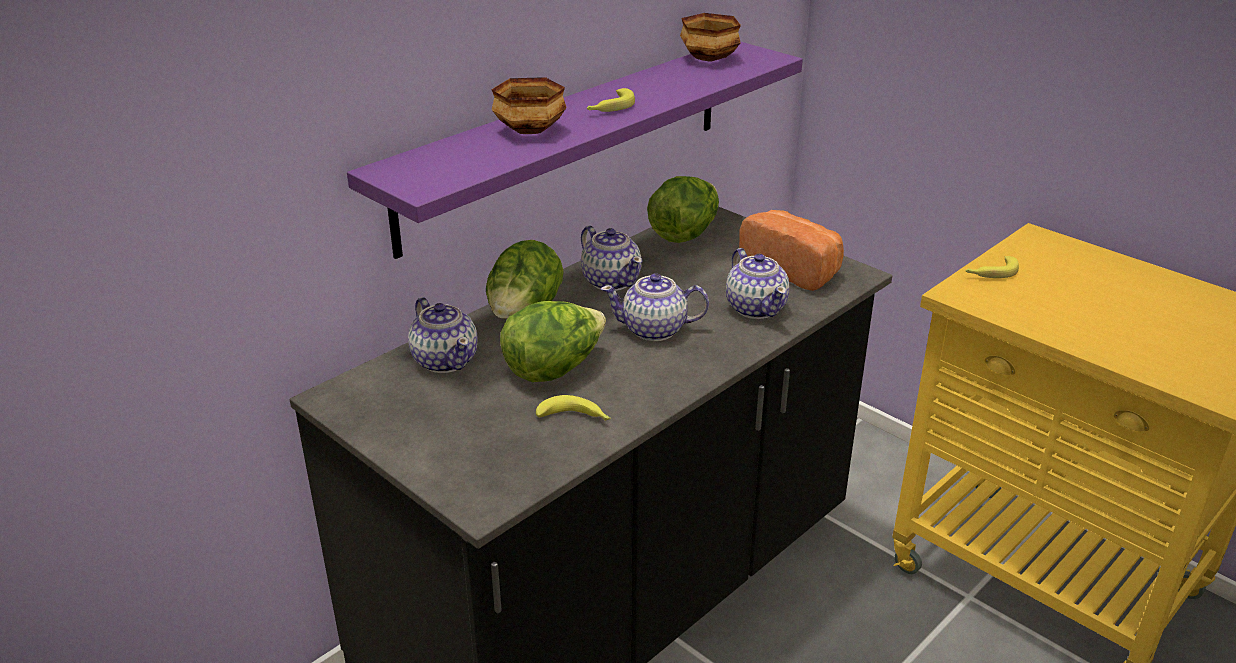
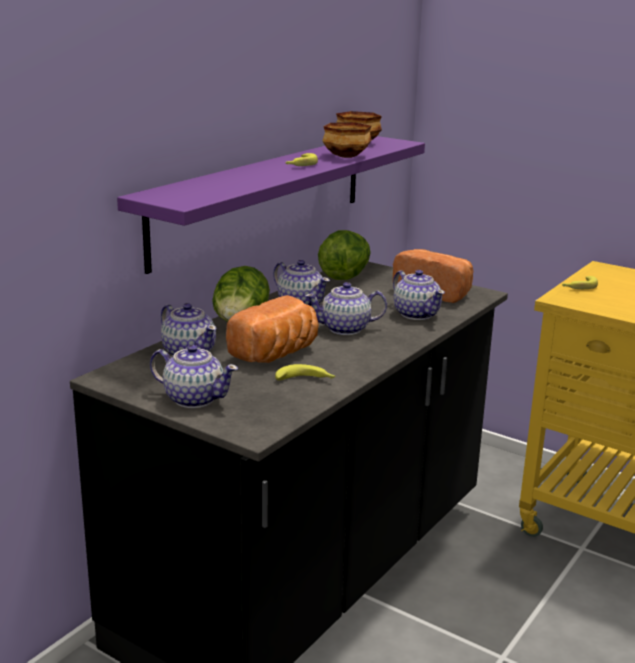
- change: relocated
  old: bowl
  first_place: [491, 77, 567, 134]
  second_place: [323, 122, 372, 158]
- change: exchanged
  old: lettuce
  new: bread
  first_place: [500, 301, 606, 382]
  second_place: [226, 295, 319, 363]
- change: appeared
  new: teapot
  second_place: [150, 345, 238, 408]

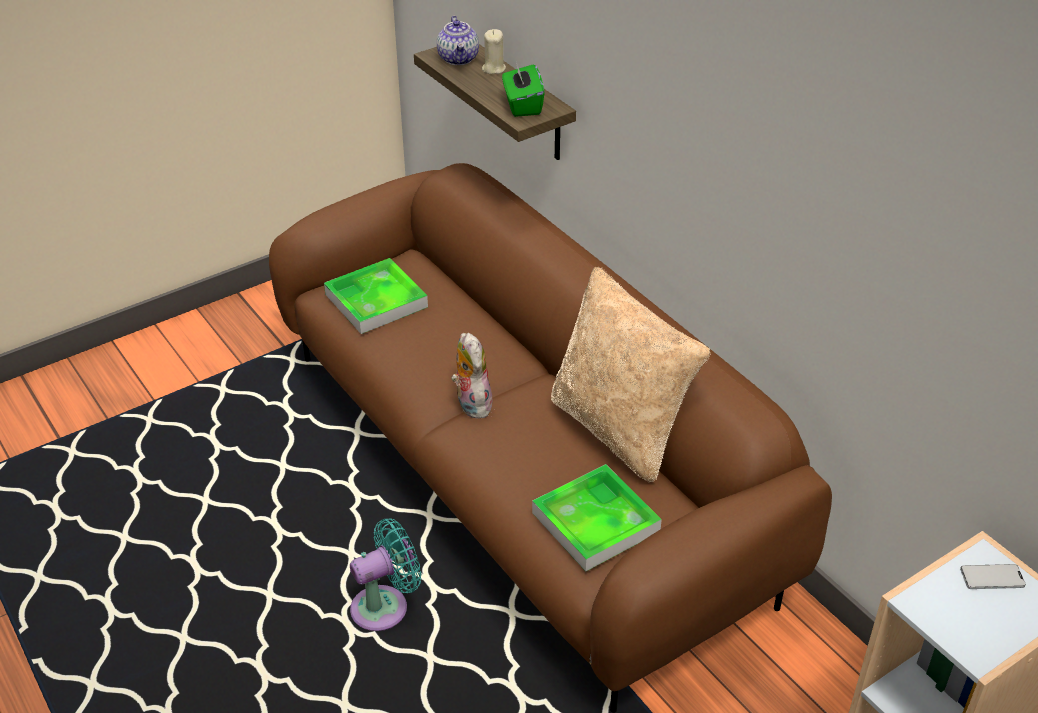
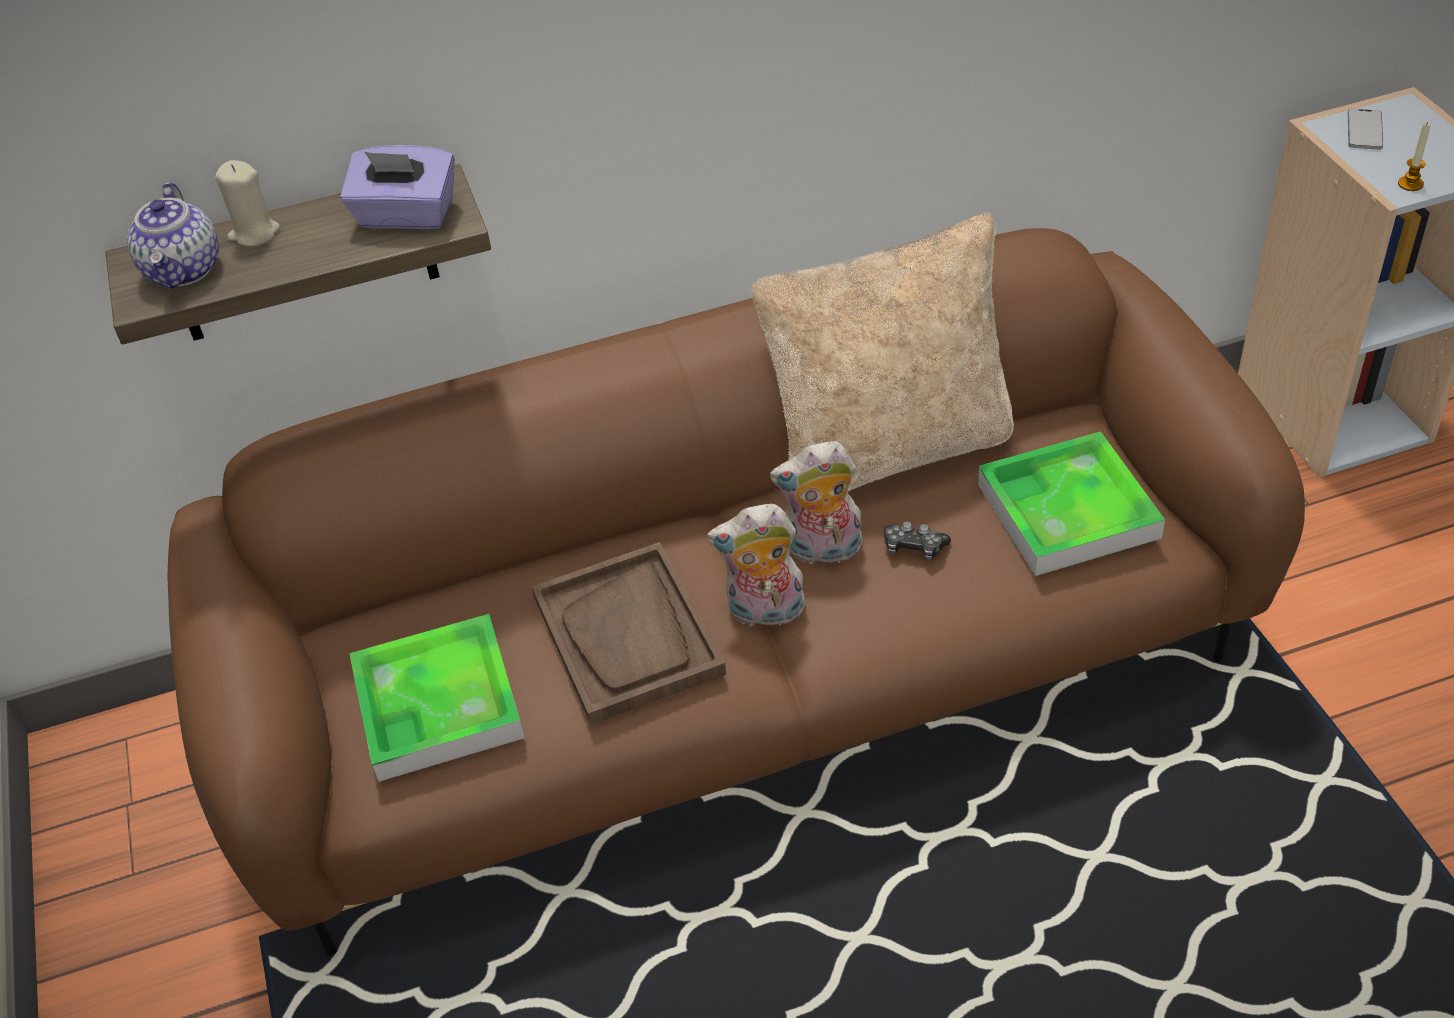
- change: spun
  old: teapot
  first_place: [437, 16, 479, 65]
  second_place: [127, 182, 219, 289]
  degrees: 75
- change: colour
  old: green tissue box
  new: purple tissue box
  first_place: [502, 62, 545, 117]
  second_place: [340, 145, 455, 229]
- change: missing
  old: turquoise fan
  first_place: [350, 518, 421, 631]
- change: appeared
  new: candle
  second_place: [1398, 122, 1430, 191]
- change: appeared
  new: plush toy
  second_place: [770, 441, 862, 564]
- change: appeared
  new: game controller
  second_place: [884, 521, 951, 561]
- change: appeared
  new: brown tray
  second_place: [532, 542, 726, 725]

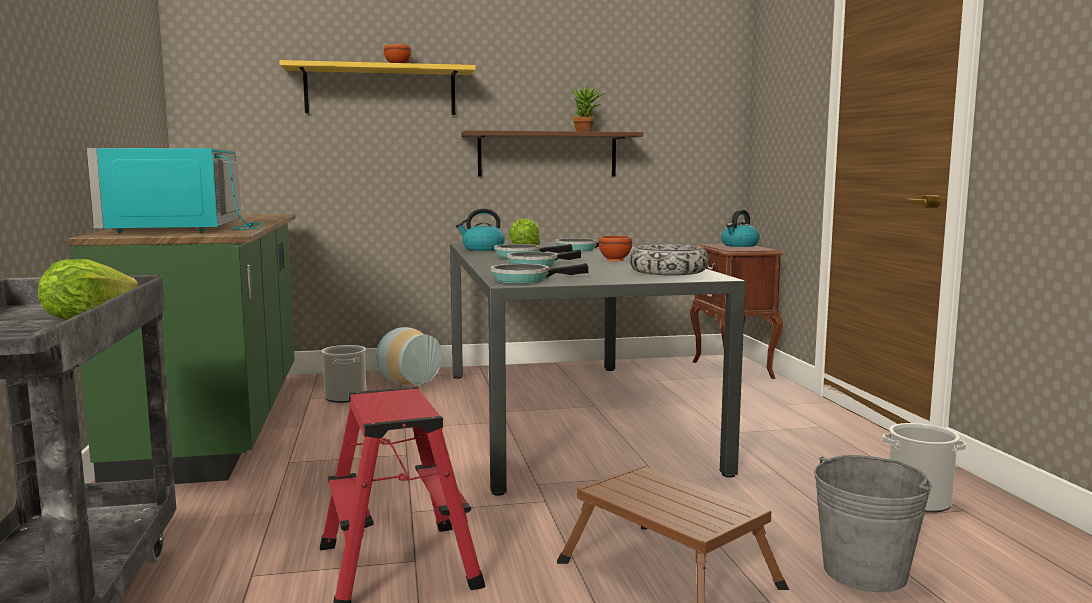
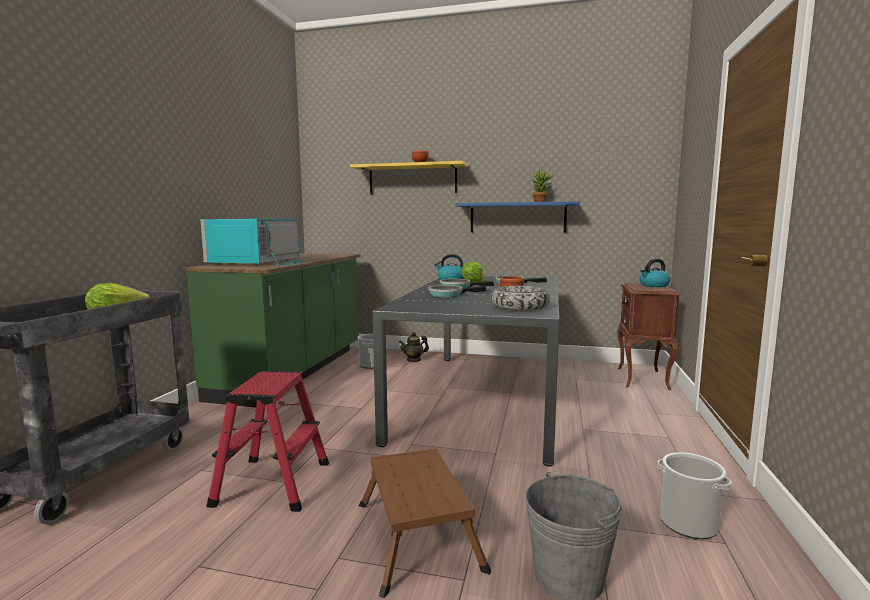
- change: colour
  old: brown shelf
  new: blue shelf
  first_place: [461, 130, 643, 176]
  second_place: [455, 201, 580, 232]
- change: missing
  old: frying pan
  first_place: [491, 263, 588, 284]
- change: exchanged
  old: vase
  new: teapot
  first_place: [376, 327, 442, 385]
  second_place: [399, 332, 429, 362]

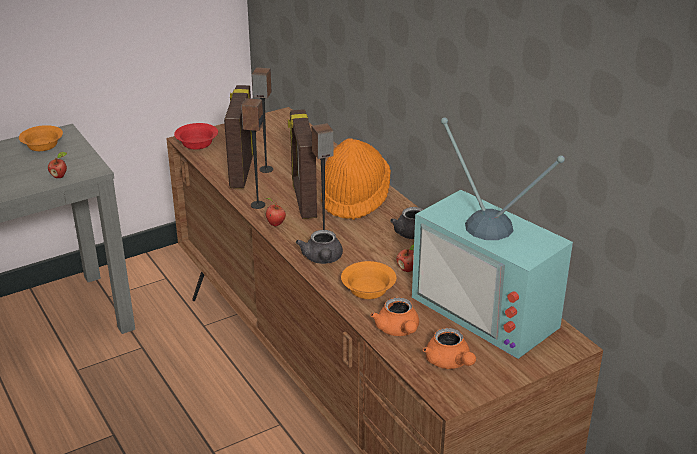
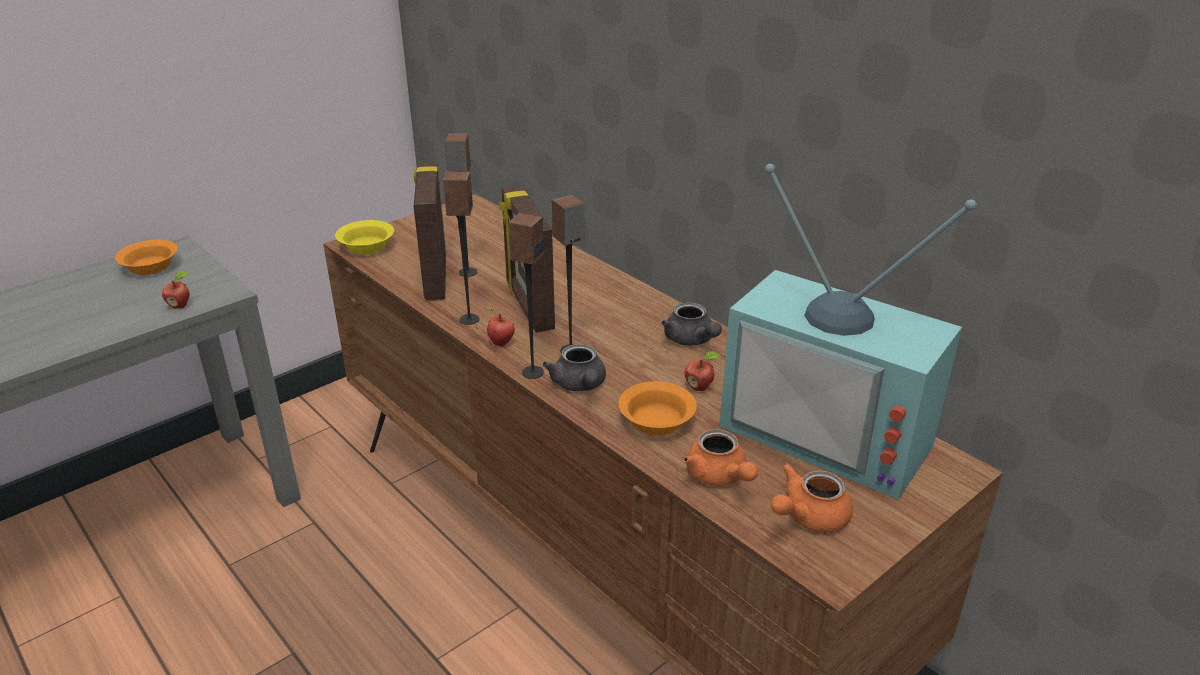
- change: colour
  old: red bowl
  new: yellow bowl
  first_place: [174, 123, 218, 149]
  second_place: [335, 220, 394, 255]
- change: missing
  old: orange hat
  first_place: [321, 138, 391, 220]
- change: spun
  old: orange teapot
  first_place: [423, 328, 476, 369]
  second_place: [771, 463, 853, 532]
  degrees: 90
- change: appeared
  new: speaker
  second_place: [508, 213, 544, 379]

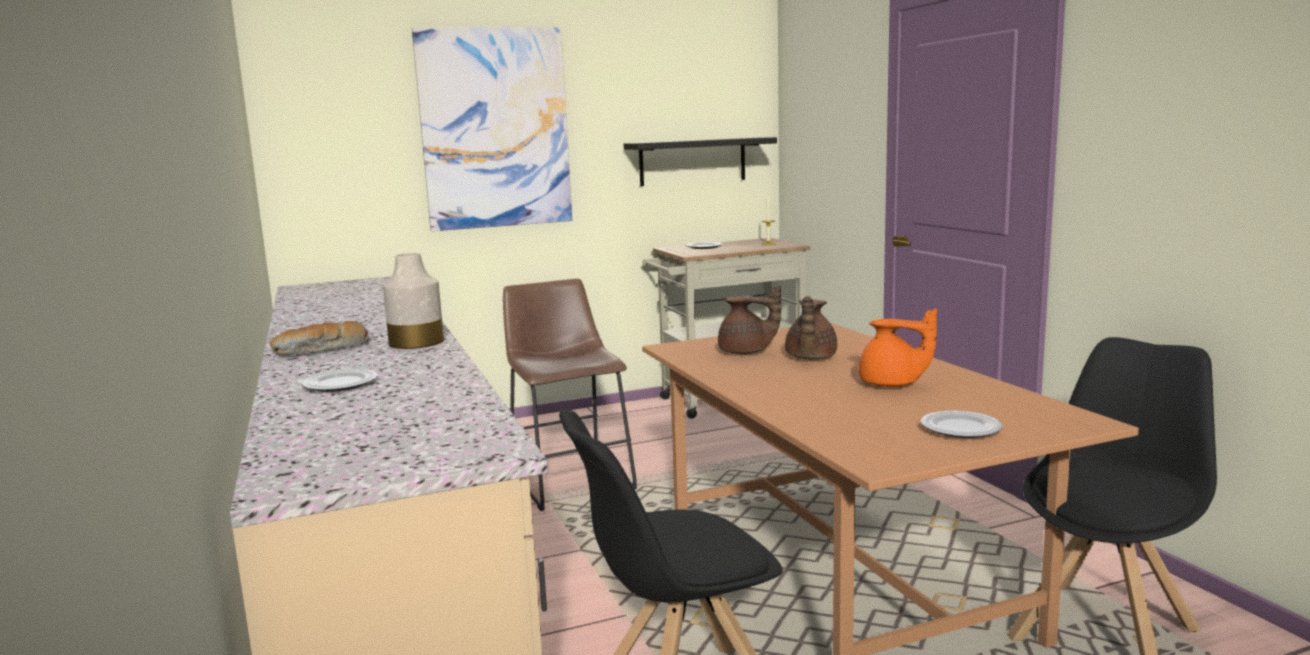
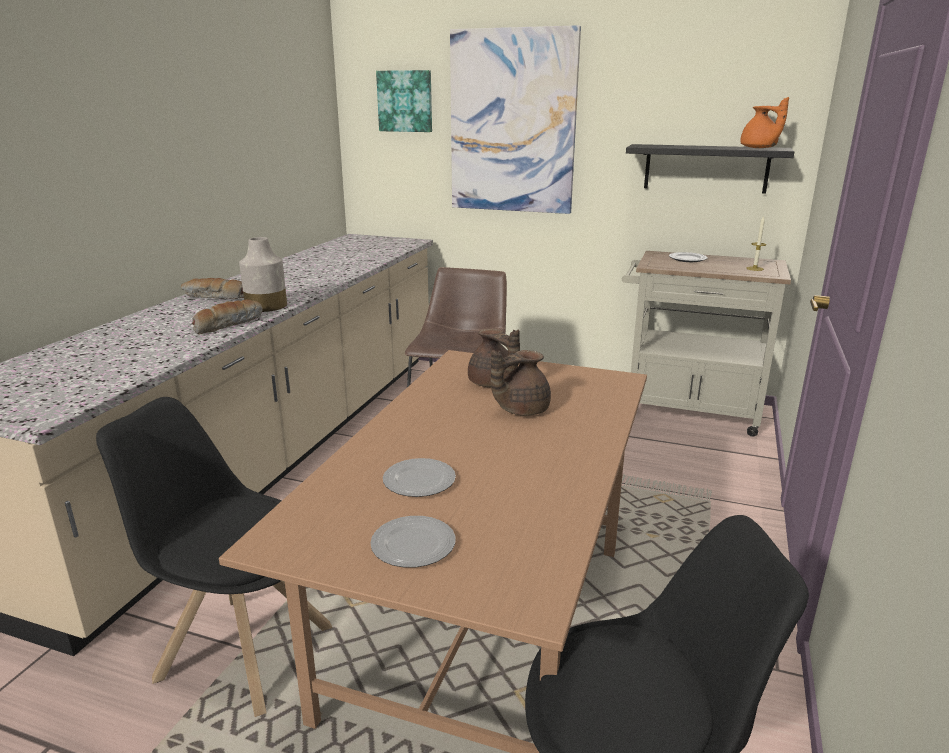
- change: relocated
  old: orange teapot
  first_place: [859, 308, 937, 387]
  second_place: [740, 97, 789, 148]
- change: relocated
  old: plate
  first_place: [301, 369, 377, 392]
  second_place: [383, 458, 456, 497]
- change: appeared
  new: picture
  second_place: [376, 70, 432, 132]
- change: appeared
  new: bread
  second_place: [192, 299, 263, 335]

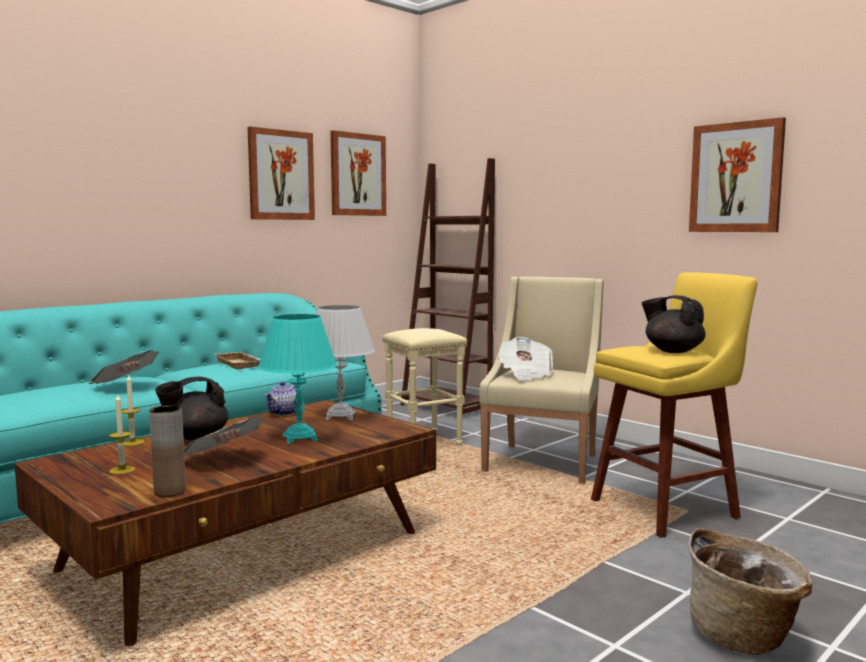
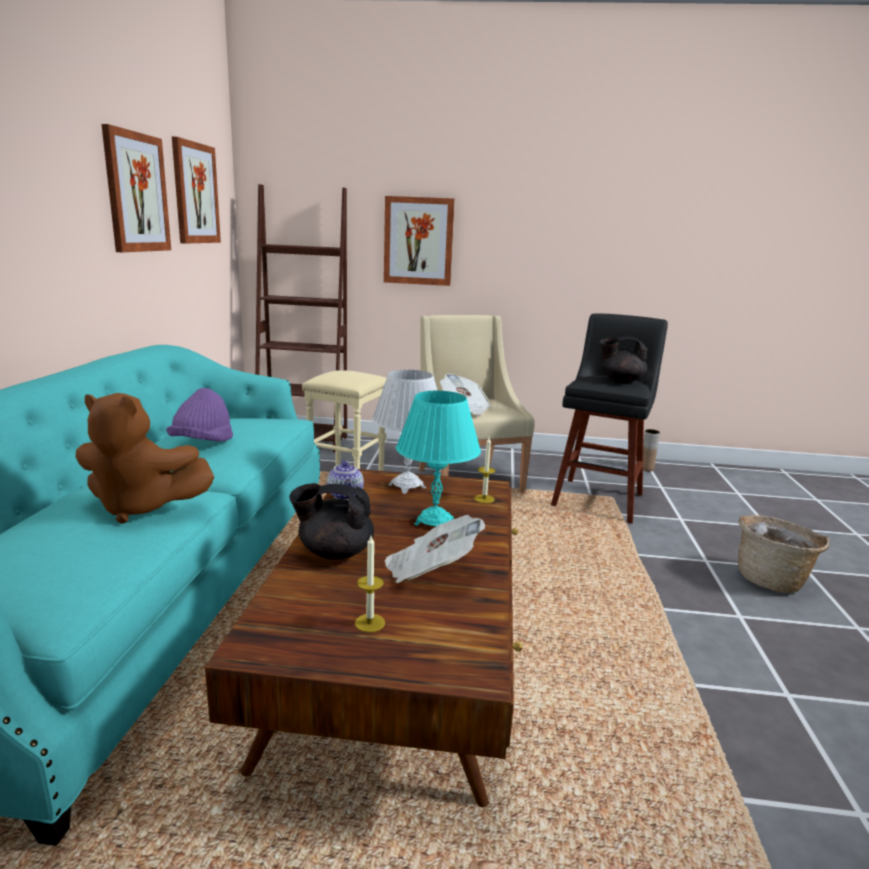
- change: relocated
  old: picture
  first_place: [689, 117, 786, 232]
  second_place: [384, 196, 455, 286]
- change: colour
  old: yellow stool
  new: black stool
  first_place: [591, 272, 757, 538]
  second_place: [551, 313, 668, 524]
- change: exchanged
  old: newspaper
  new: brown plush toy
  first_place: [89, 350, 160, 384]
  second_place: [75, 393, 214, 524]
- change: exchanged
  old: beige tray
  new: purple hat
  first_place: [214, 351, 260, 370]
  second_place: [166, 388, 233, 442]
- change: relocated
  old: candle
  first_place: [122, 374, 144, 446]
  second_place: [474, 438, 495, 503]
- change: spun
  old: black teapot
  first_place: [155, 377, 228, 440]
  second_place: [289, 483, 374, 560]
  degrees: 75
- change: relocated
  old: brown vase
  first_place: [149, 405, 186, 497]
  second_place: [643, 429, 660, 471]

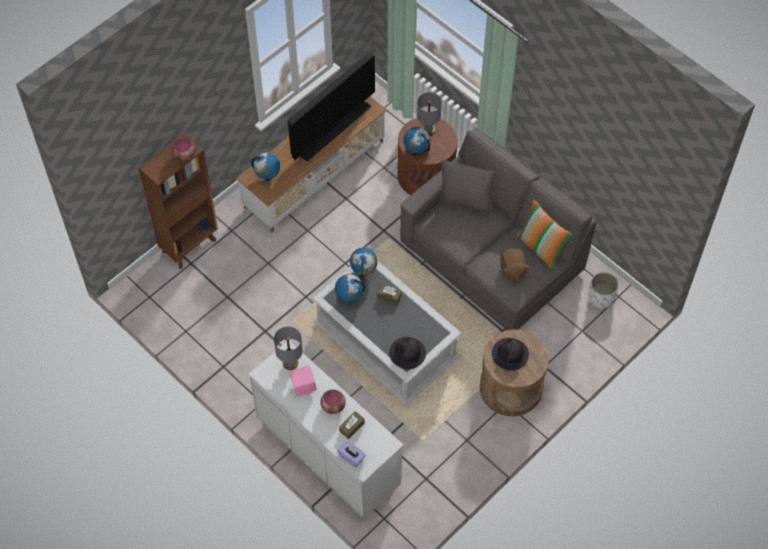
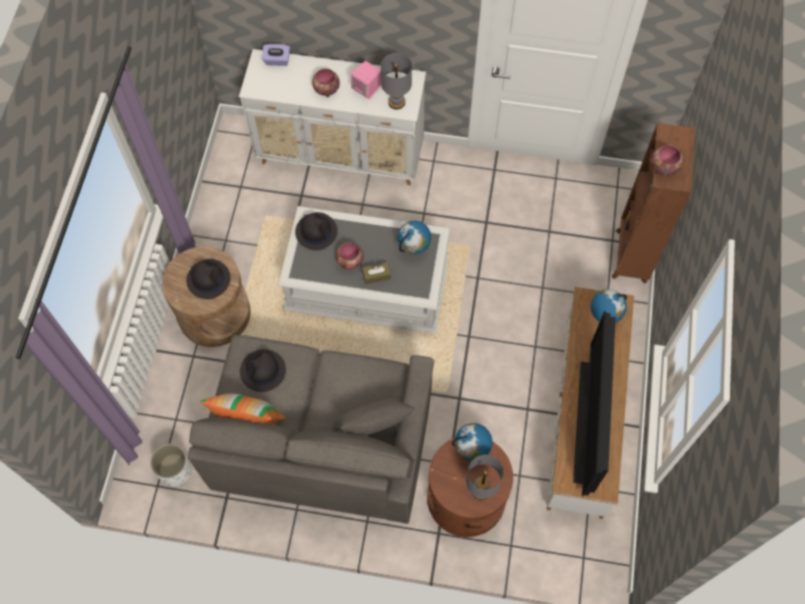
- change: missing
  old: globe
  first_place: [350, 247, 378, 277]
- change: exchanged
  old: brown plush toy
  new: black hat
  first_place: [500, 249, 530, 281]
  second_place: [240, 349, 286, 392]
- change: missing
  old: brown tissue box
  first_place: [339, 411, 365, 439]
- change: appeared
  new: bowl
  second_place: [336, 243, 363, 270]

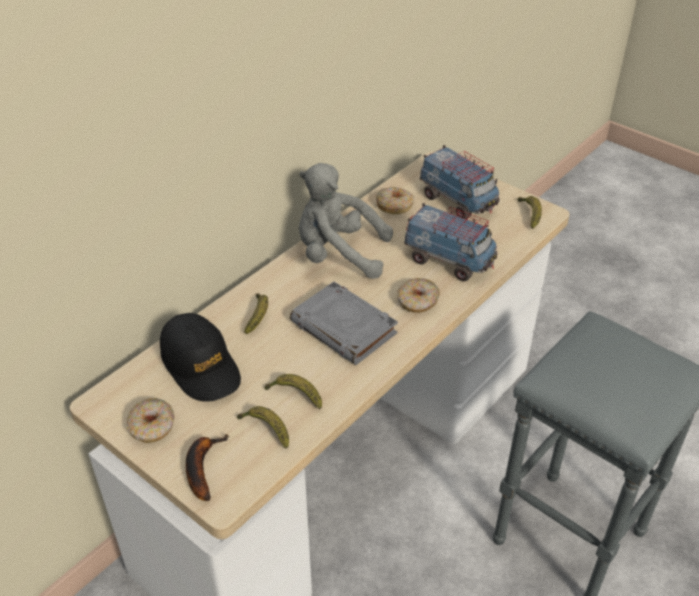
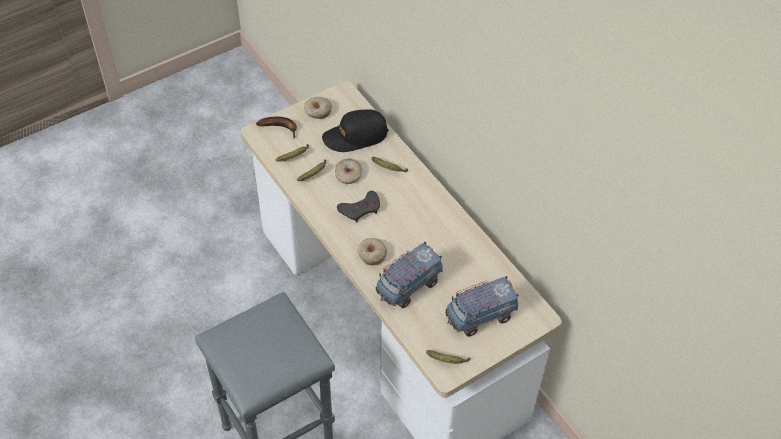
- change: missing
  old: grey plush toy
  first_place: [299, 163, 393, 279]
- change: relocated
  old: donut
  first_place: [376, 187, 414, 214]
  second_place: [335, 158, 362, 184]
- change: exchanged
  old: grey book
  new: grey game controller
  first_place: [290, 281, 398, 365]
  second_place: [337, 191, 380, 222]

